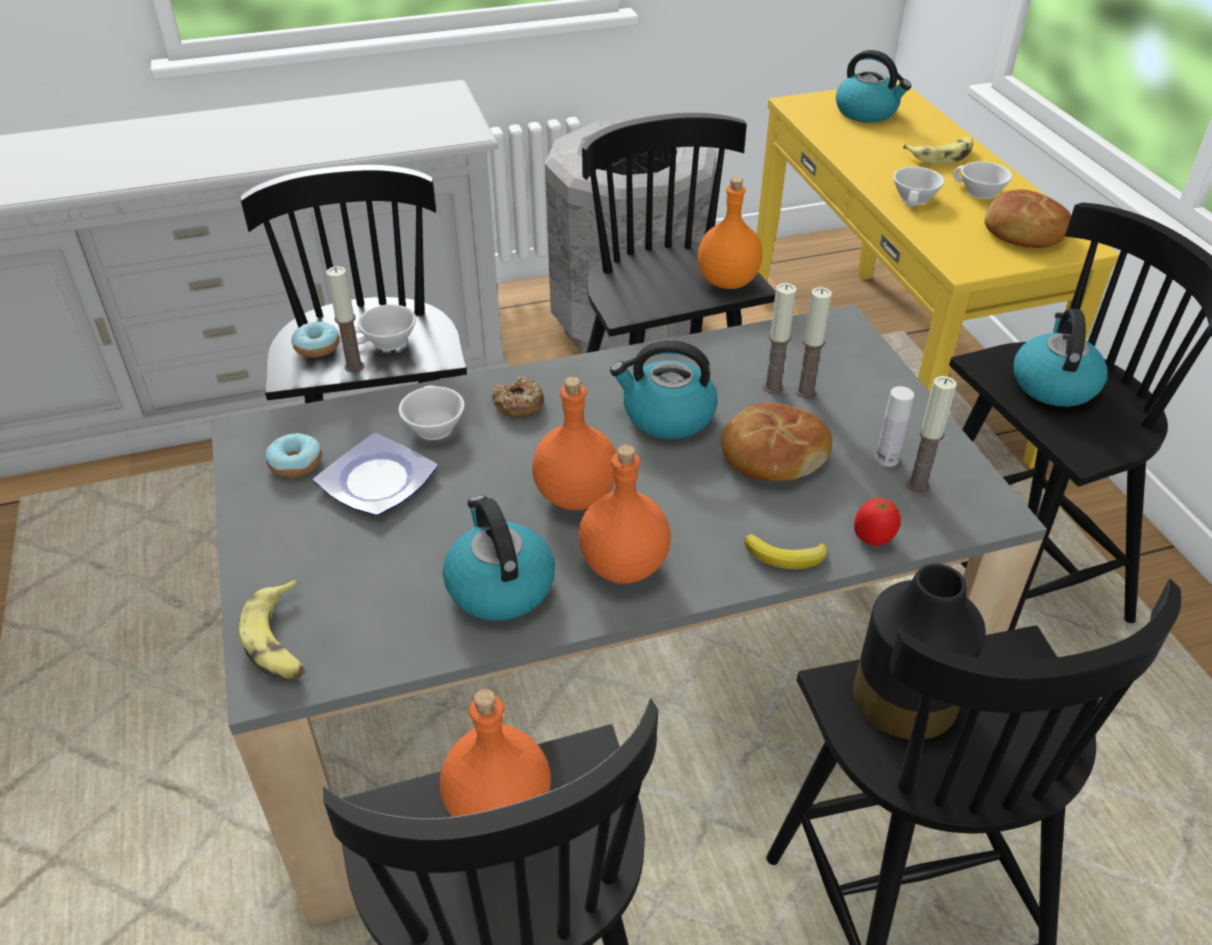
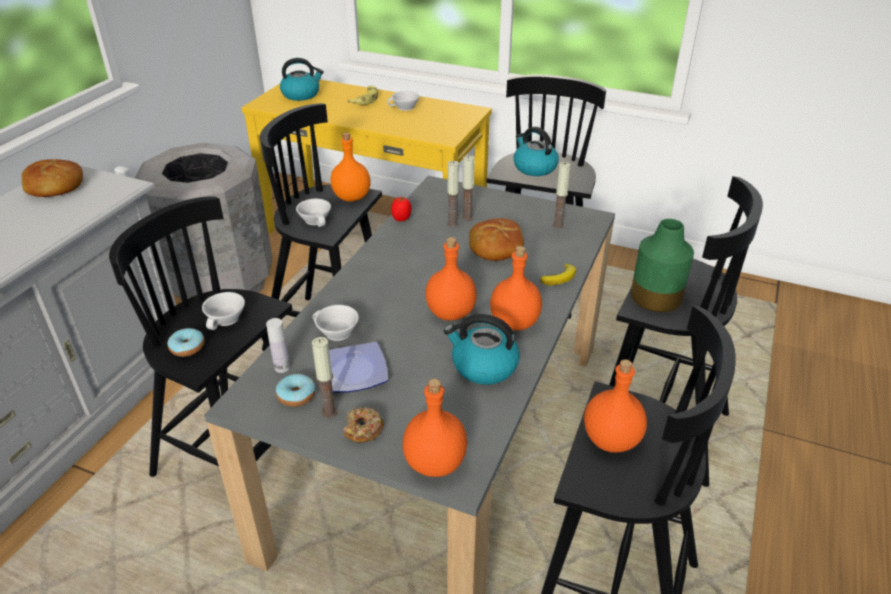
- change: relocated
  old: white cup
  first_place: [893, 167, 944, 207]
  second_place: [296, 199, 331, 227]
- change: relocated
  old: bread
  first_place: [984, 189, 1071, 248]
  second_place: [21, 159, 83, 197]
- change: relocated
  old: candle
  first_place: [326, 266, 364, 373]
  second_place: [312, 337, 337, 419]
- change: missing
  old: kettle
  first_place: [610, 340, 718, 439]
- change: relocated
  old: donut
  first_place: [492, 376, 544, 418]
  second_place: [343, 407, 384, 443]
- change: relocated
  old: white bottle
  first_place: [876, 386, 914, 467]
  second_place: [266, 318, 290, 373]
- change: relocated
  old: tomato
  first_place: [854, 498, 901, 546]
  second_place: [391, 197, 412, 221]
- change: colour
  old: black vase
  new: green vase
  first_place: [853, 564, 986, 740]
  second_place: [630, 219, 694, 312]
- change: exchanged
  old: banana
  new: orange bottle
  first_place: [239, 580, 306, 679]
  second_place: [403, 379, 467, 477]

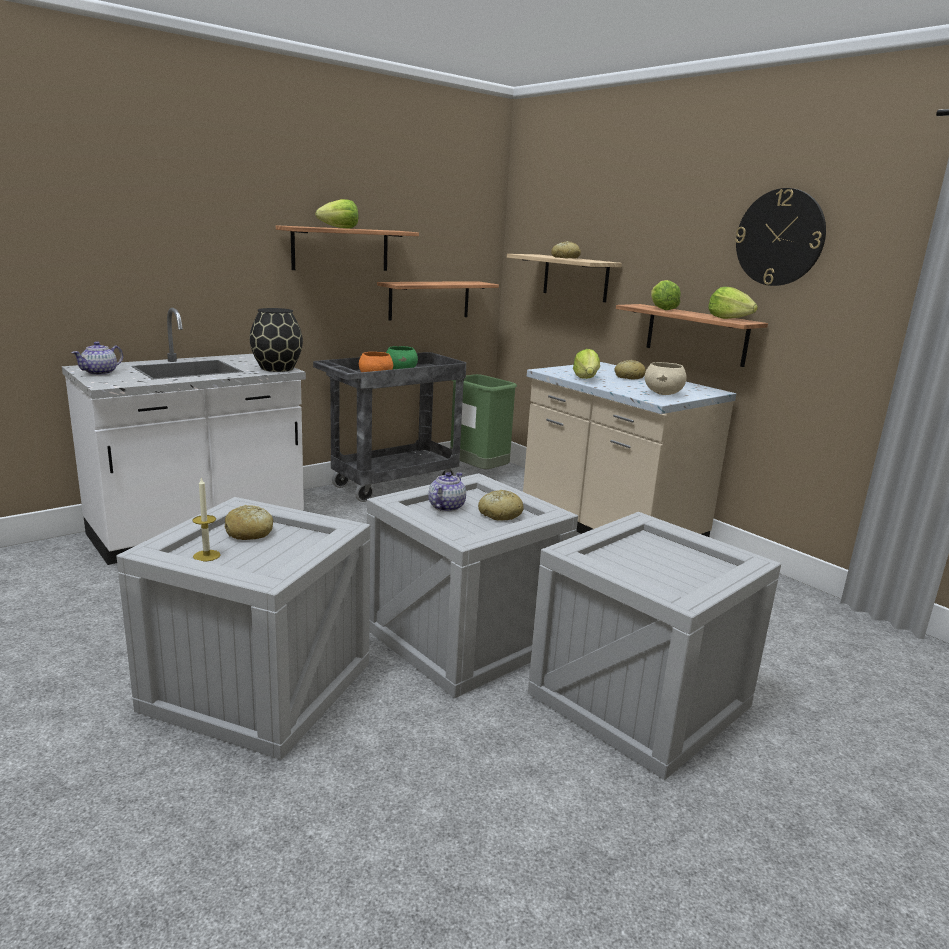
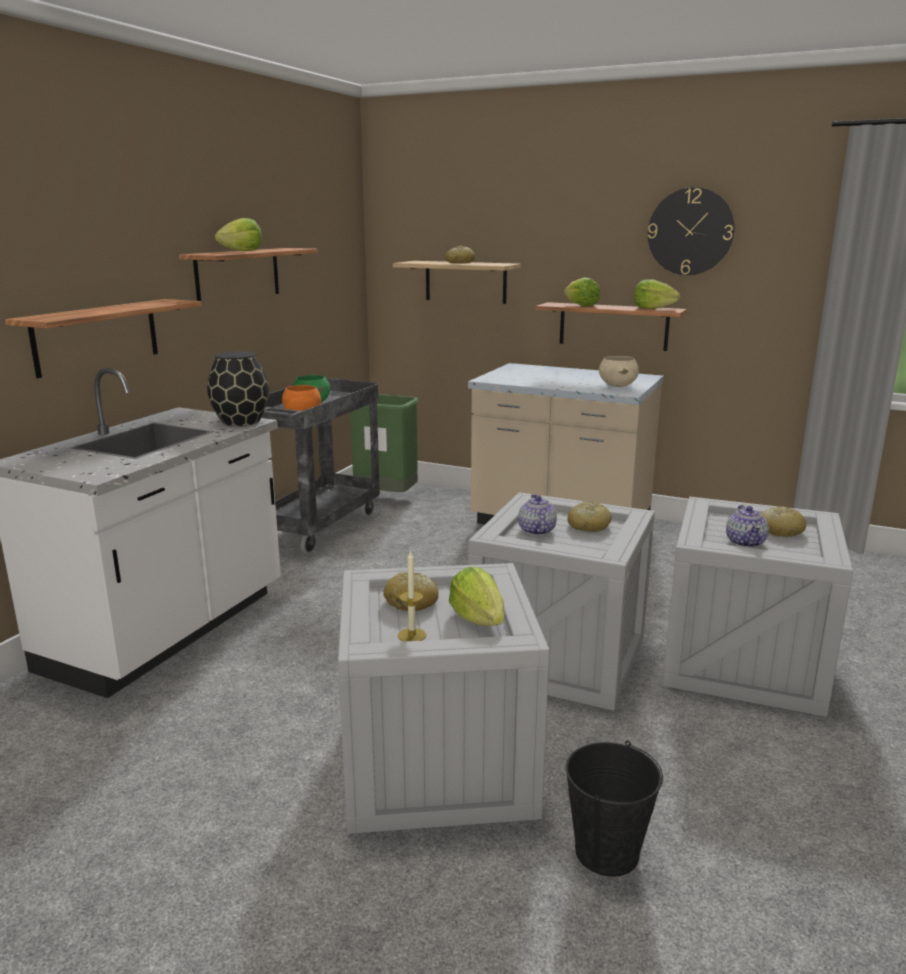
- change: relocated
  old: shelf
  first_place: [377, 281, 499, 321]
  second_place: [5, 299, 202, 378]
- change: relocated
  old: teapot
  first_place: [71, 341, 123, 375]
  second_place: [726, 505, 769, 548]
- change: relocated
  old: lettuce
  first_place: [573, 349, 600, 379]
  second_place: [449, 567, 504, 626]
- change: relocated
  old: bread
  first_place: [615, 360, 646, 380]
  second_place: [761, 506, 806, 537]
- change: appeared
  new: black bucket
  second_place: [566, 741, 663, 877]

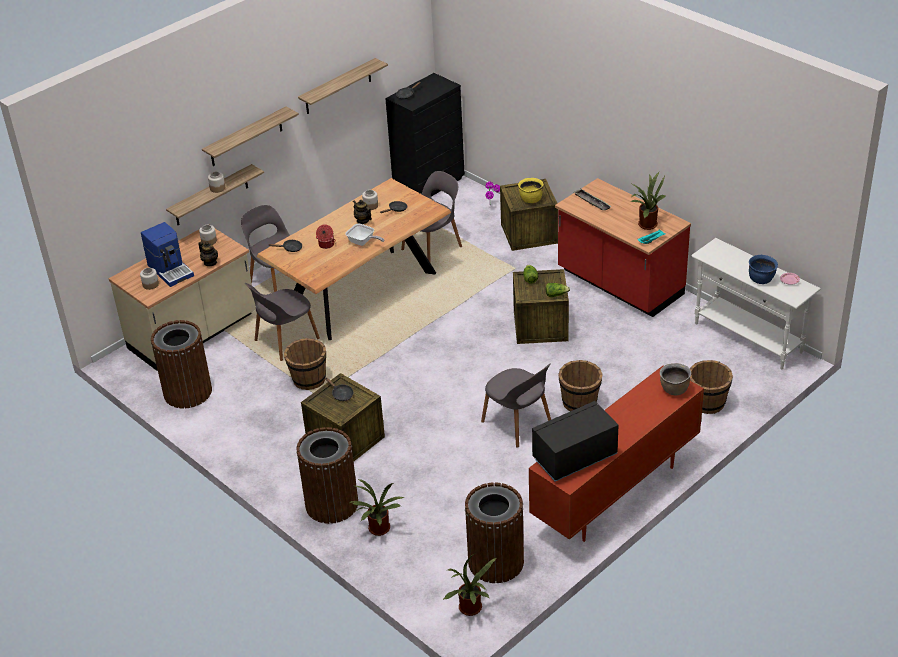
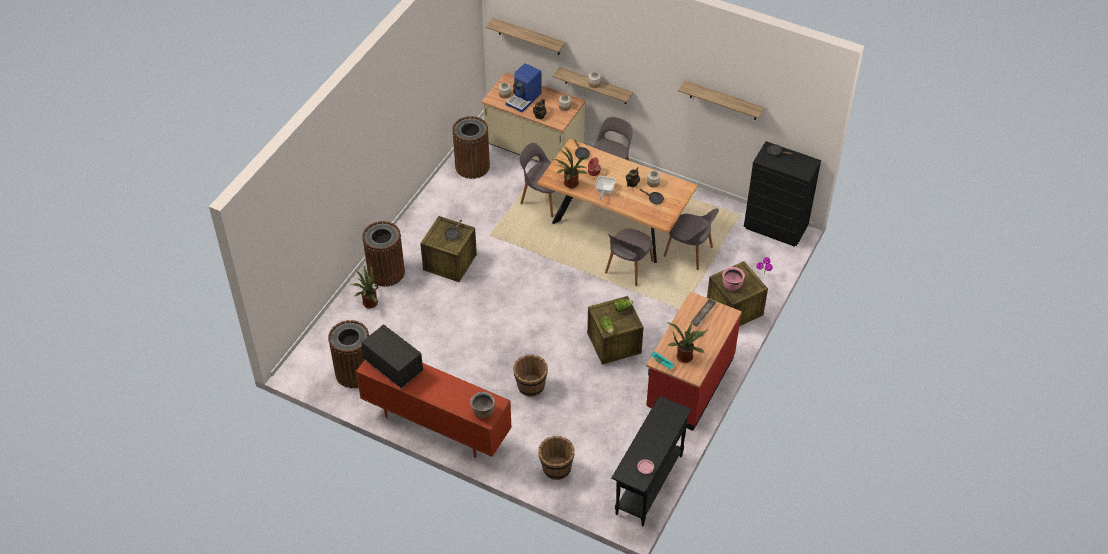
- change: relocated
  old: shelf
  first_place: [202, 106, 299, 166]
  second_place: [485, 18, 566, 55]
- change: colour
  old: yellow cooking pot
  new: pink cooking pot
  first_place: [518, 178, 543, 203]
  second_place: [722, 267, 745, 291]
- change: colour
  old: white console table
  new: black console table
  first_place: [691, 238, 821, 369]
  second_place: [611, 396, 692, 526]
- change: missing
  old: blue cooking pot
  first_place: [749, 255, 778, 284]
- change: missing
  old: brown bucket
  first_place: [284, 338, 326, 390]
- change: relocated
  old: grey chair
  first_place: [481, 364, 551, 448]
  second_place: [605, 229, 654, 286]
- change: relocated
  old: potted plant
  first_place: [443, 554, 496, 616]
  second_place: [553, 146, 588, 189]

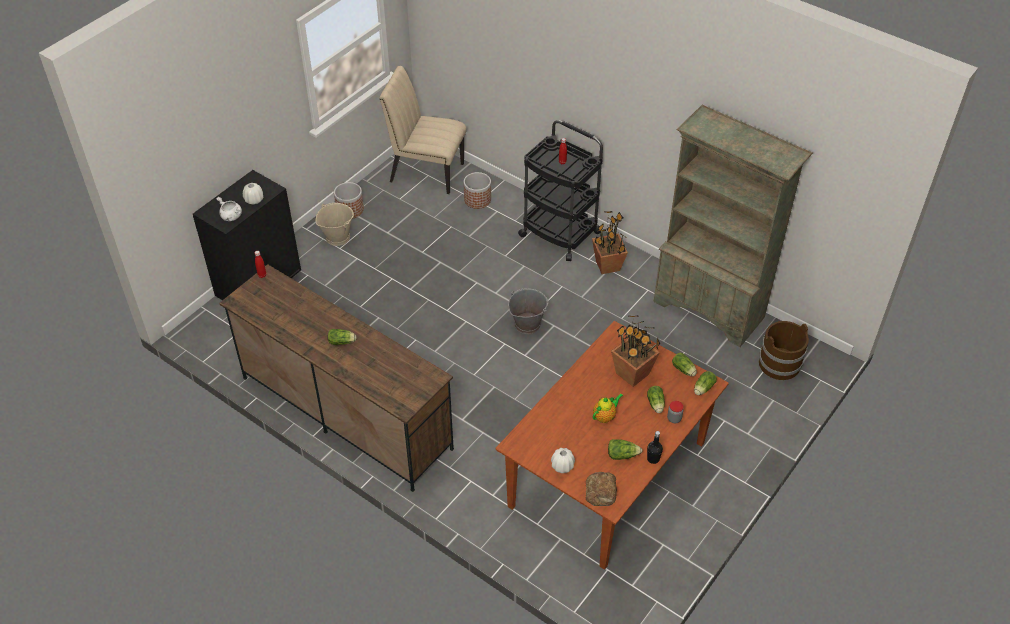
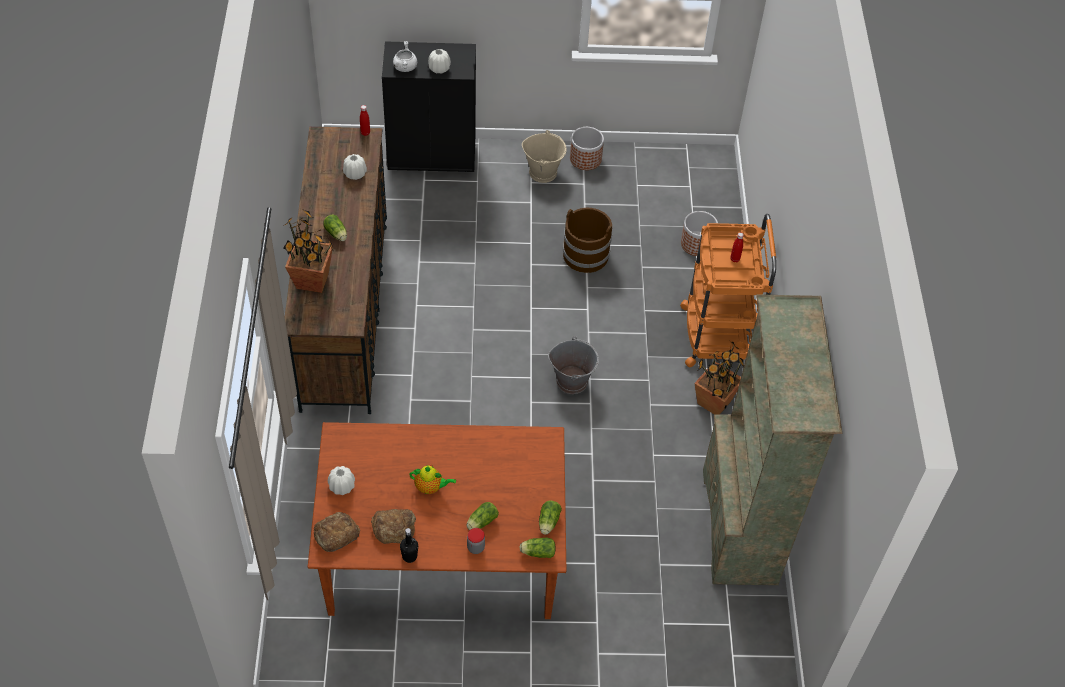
- change: missing
  old: beige chair
  first_place: [379, 66, 467, 194]
- change: colour
  old: black cart
  new: orange cart
  first_place: [518, 120, 603, 261]
  second_place: [680, 214, 776, 368]
- change: relocated
  old: potted plant
  first_place: [611, 316, 660, 387]
  second_place: [283, 210, 334, 293]
- change: relocated
  old: brown bucket
  first_place: [759, 321, 809, 380]
  second_place: [563, 208, 612, 273]
- change: exchanged
  old: lettuce
  new: bread
  first_place: [608, 439, 643, 460]
  second_place: [371, 509, 416, 544]
- change: appeared
  new: white vase
  second_place: [343, 154, 367, 180]

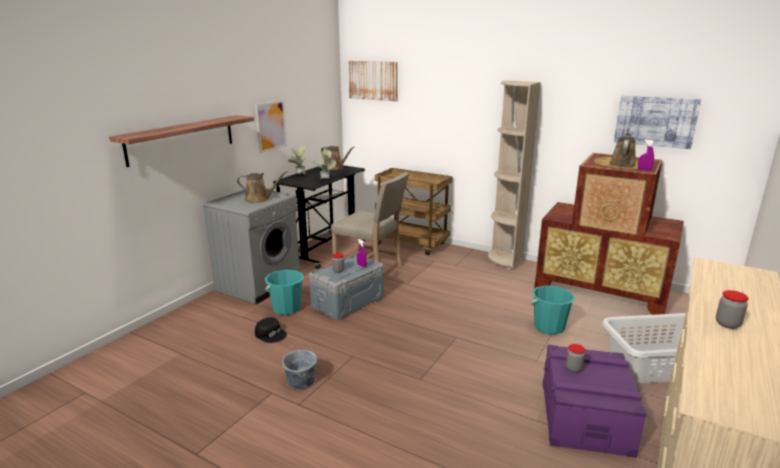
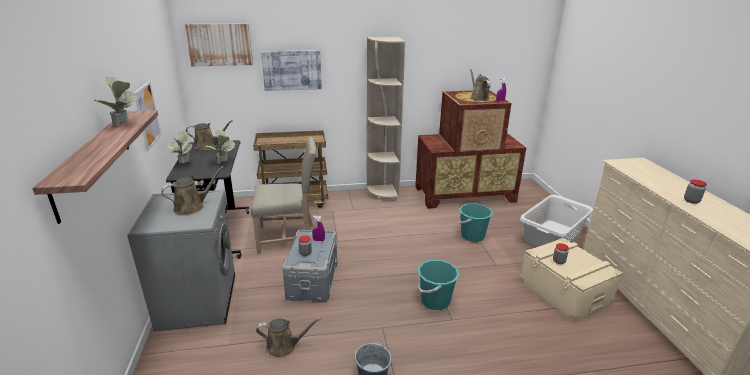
- change: relocated
  old: picture
  first_place: [614, 95, 701, 149]
  second_place: [261, 50, 322, 91]
- change: relocated
  old: turquoise bucket
  first_place: [265, 270, 304, 315]
  second_place: [417, 260, 459, 310]
- change: exchanged
  old: black cap
  new: brown watering can
  first_place: [255, 317, 287, 343]
  second_place: [256, 318, 321, 358]
- change: colour
  old: purple storage box
  new: beige storage box
  first_place: [543, 345, 647, 458]
  second_place: [519, 238, 623, 322]
- change: appeared
  new: potted plant
  second_place: [94, 76, 137, 127]

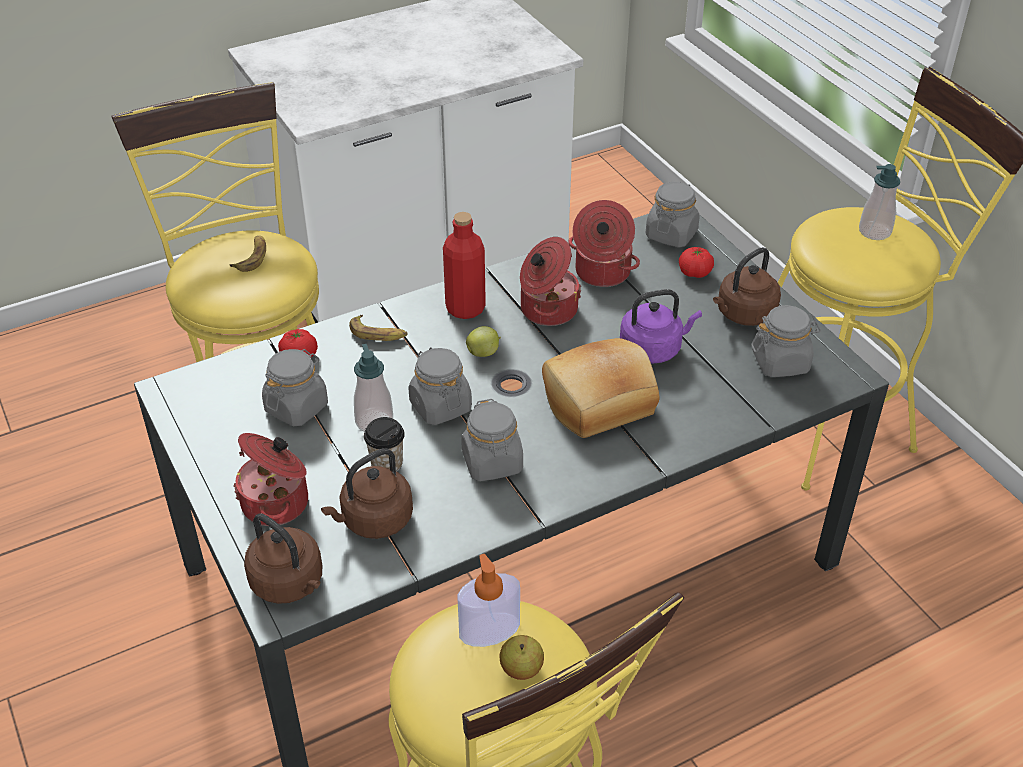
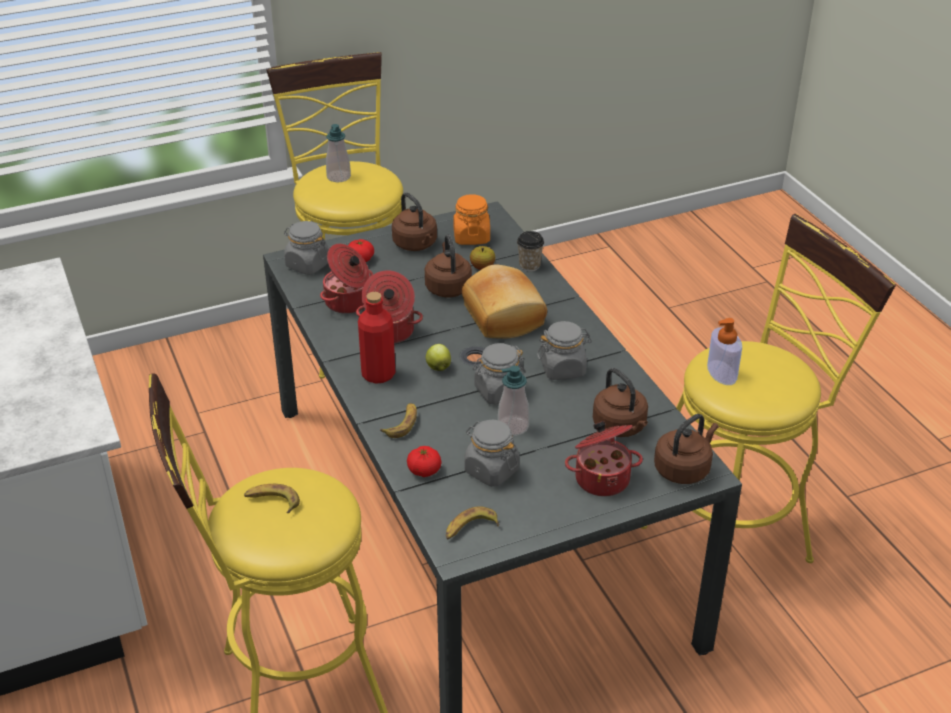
- change: colour
  old: purple kettle
  new: brown kettle
  first_place: [620, 289, 702, 364]
  second_place: [425, 235, 472, 297]
- change: colour
  old: grey jar
  new: orange jar
  first_place: [751, 305, 821, 377]
  second_place: [453, 194, 490, 245]
- change: relocated
  old: cup
  first_place: [364, 417, 405, 472]
  second_place: [517, 231, 544, 272]
- change: relocated
  old: apple
  first_place: [500, 635, 544, 680]
  second_place: [470, 246, 495, 270]
- change: appeared
  new: banana
  second_place: [446, 506, 499, 540]

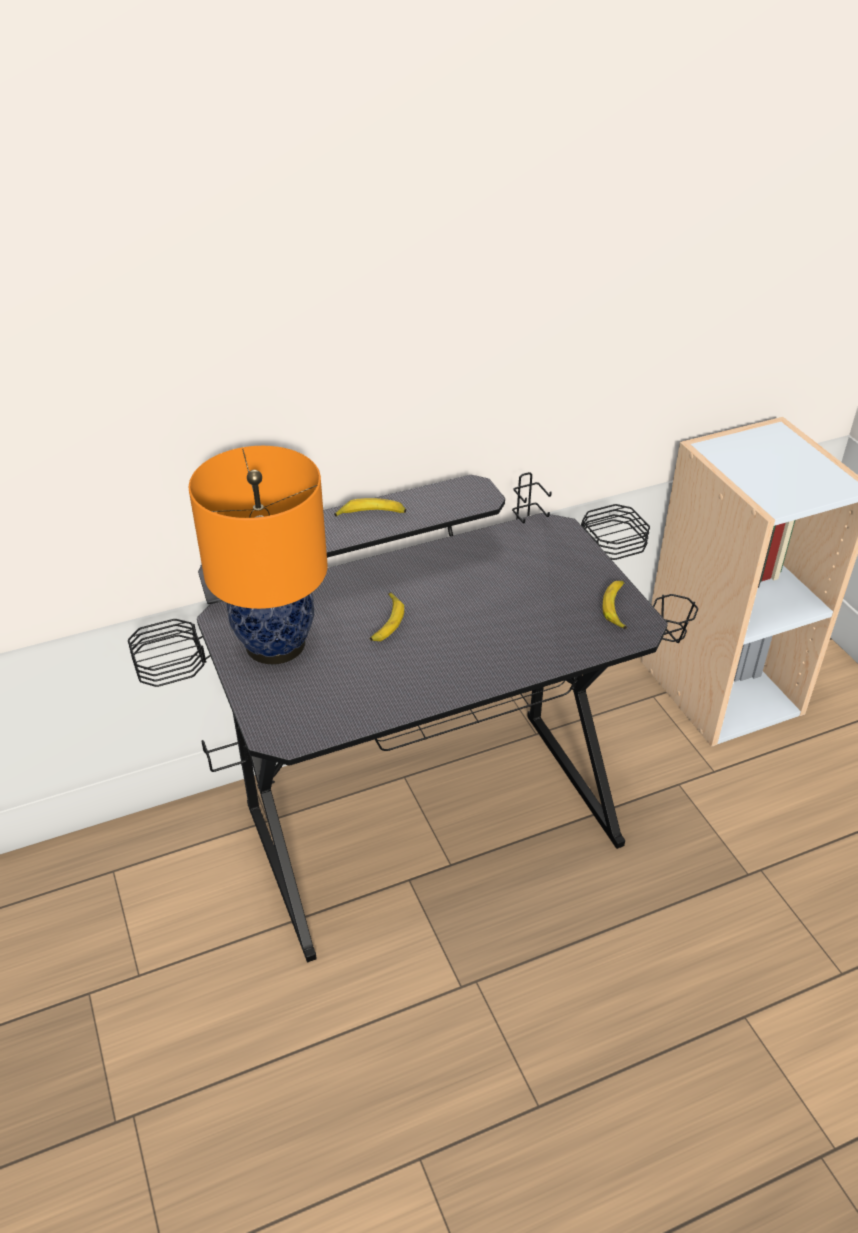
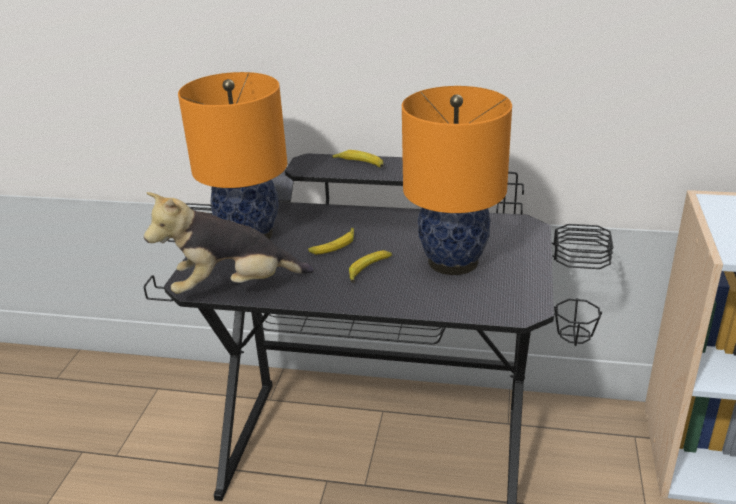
- change: relocated
  old: banana
  first_place: [603, 581, 627, 629]
  second_place: [349, 250, 392, 283]
- change: appeared
  new: orange table lamp
  second_place: [402, 86, 512, 275]
- change: appeared
  new: plush toy
  second_place: [144, 192, 314, 294]

